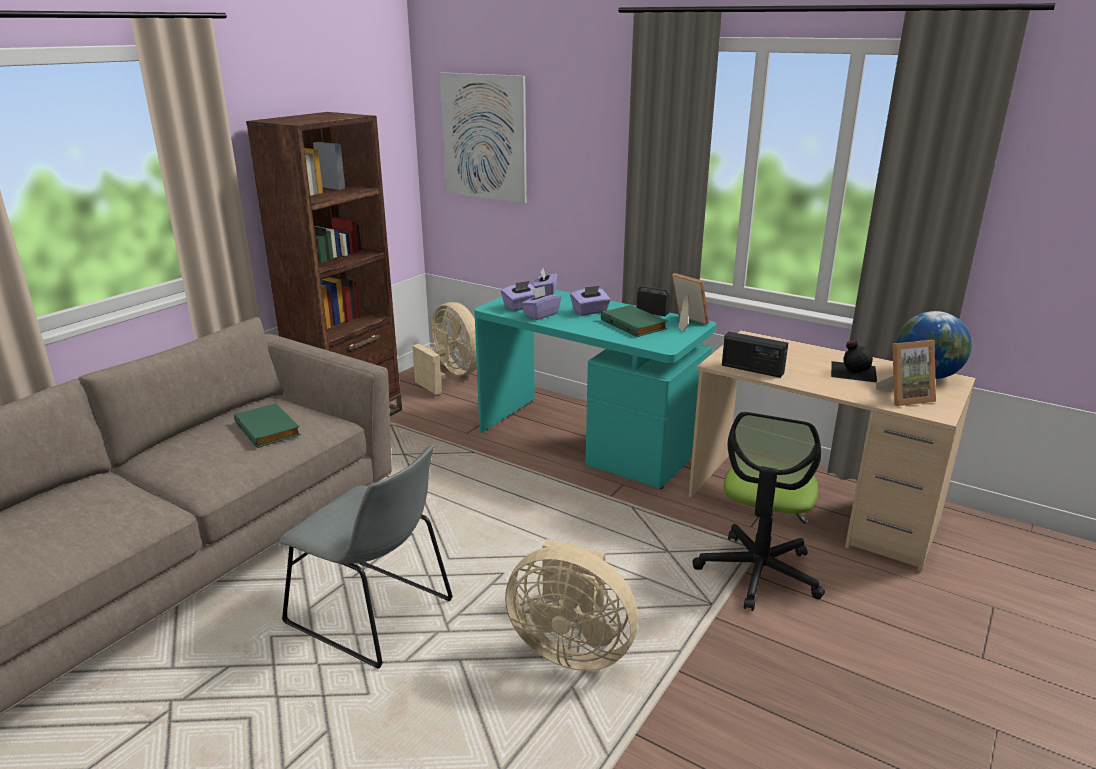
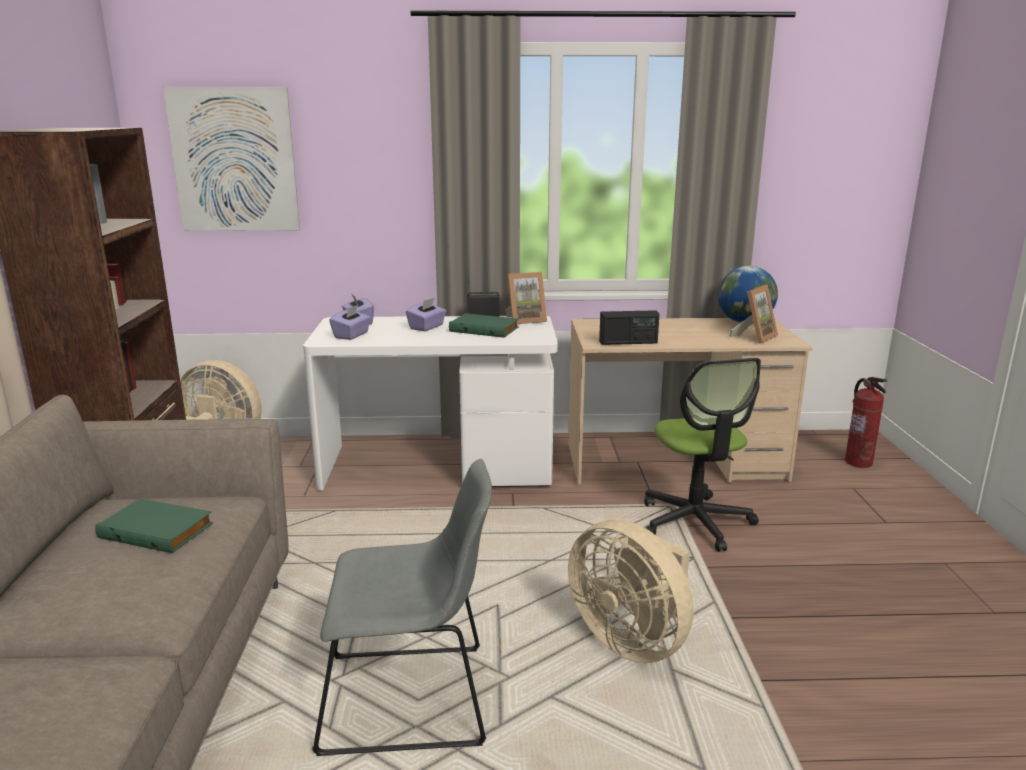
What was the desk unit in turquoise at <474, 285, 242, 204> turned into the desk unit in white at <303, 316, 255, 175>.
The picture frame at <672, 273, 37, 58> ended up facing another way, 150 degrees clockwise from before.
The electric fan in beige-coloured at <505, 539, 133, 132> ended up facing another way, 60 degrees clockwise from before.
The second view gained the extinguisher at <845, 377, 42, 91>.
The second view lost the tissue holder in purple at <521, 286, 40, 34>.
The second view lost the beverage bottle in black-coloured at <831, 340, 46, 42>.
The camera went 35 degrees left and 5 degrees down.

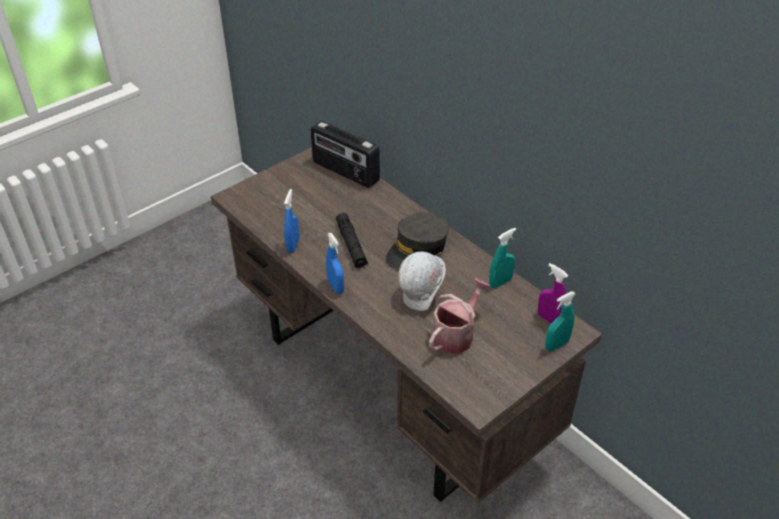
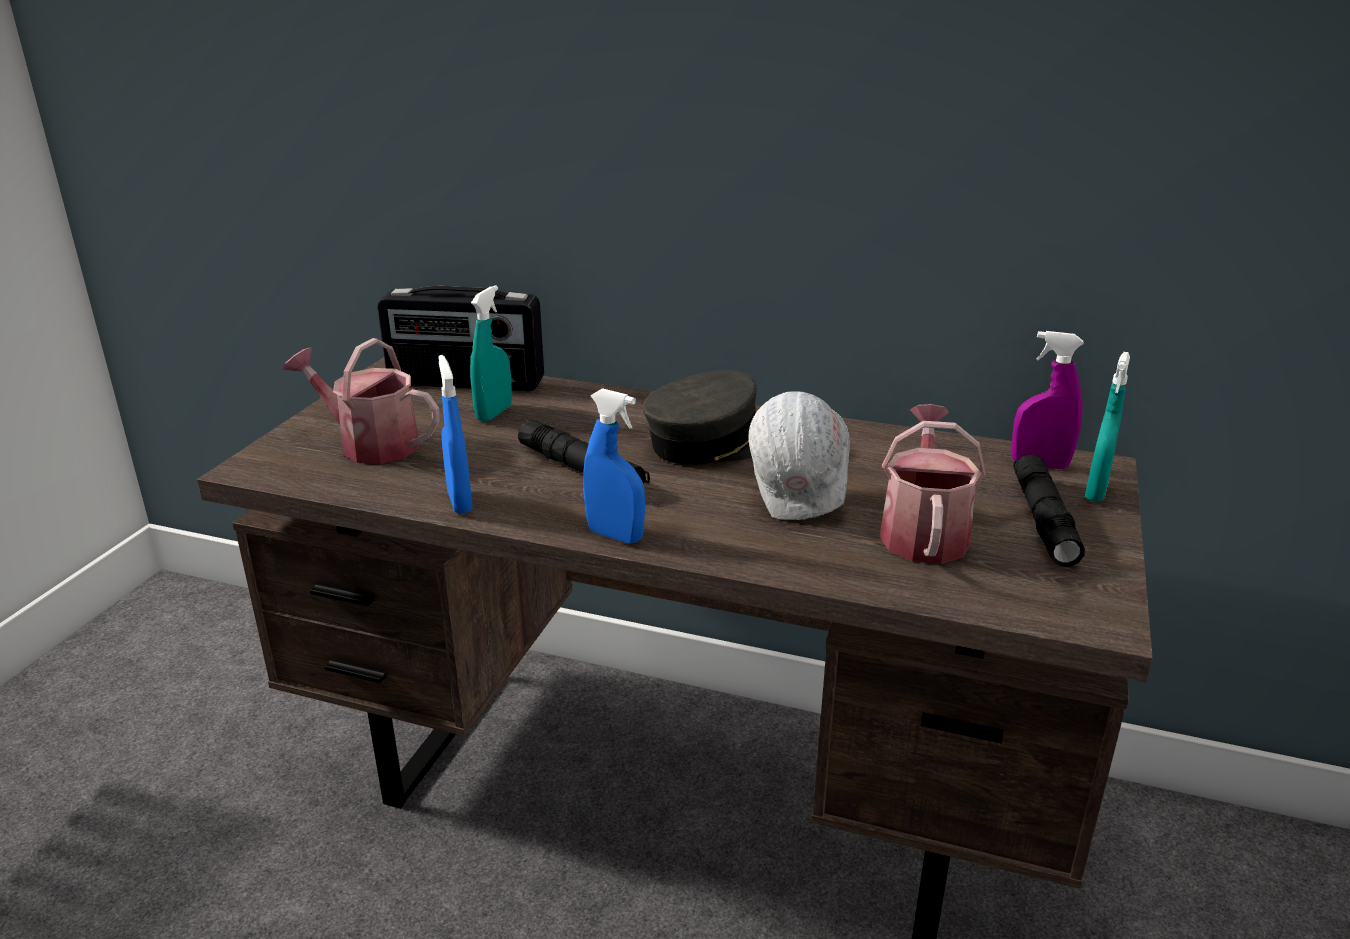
The second view gained the watering can at <283, 338, 157, 126>.
The spray bottle in turquoise ended up elsewhere, having gone from <489, 228, 27, 60> to <470, 285, 42, 137>.
The baseball cap in greyish at <386, 212, 63, 58> ended up facing another way, 135 degrees counterclockwise from before.
The second view gained the hand torch in black-coloured at <1013, 454, 72, 113>.
The camera went 30 degrees left and 15 degrees down.

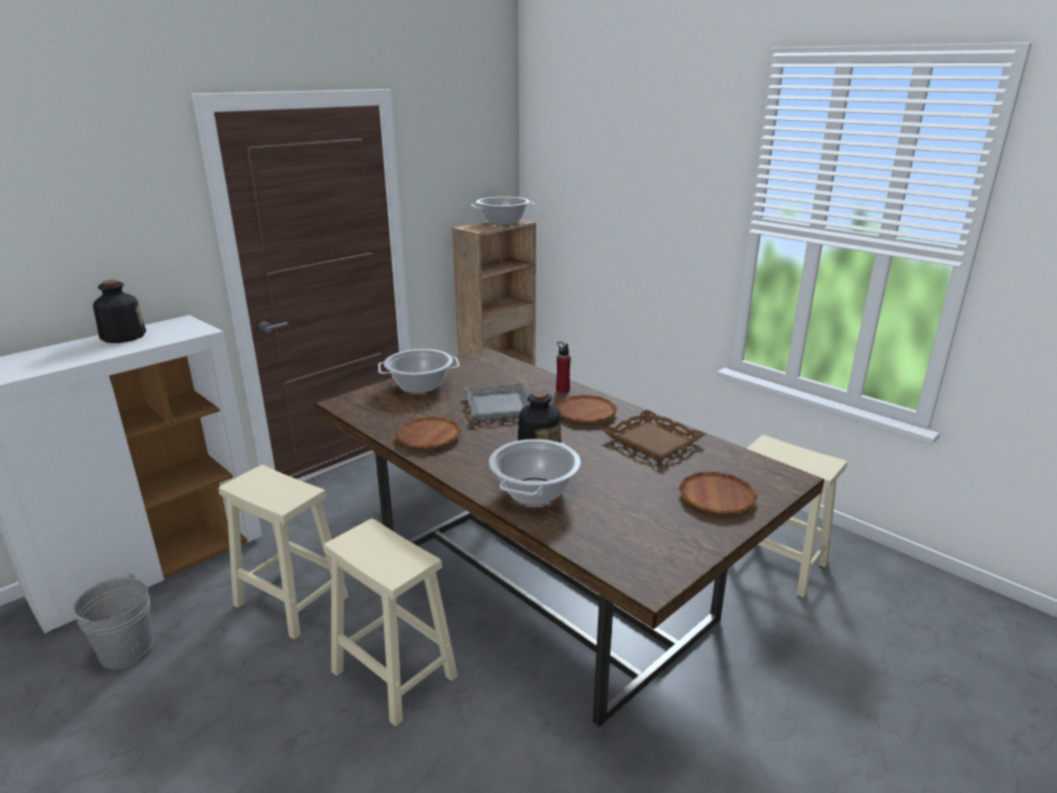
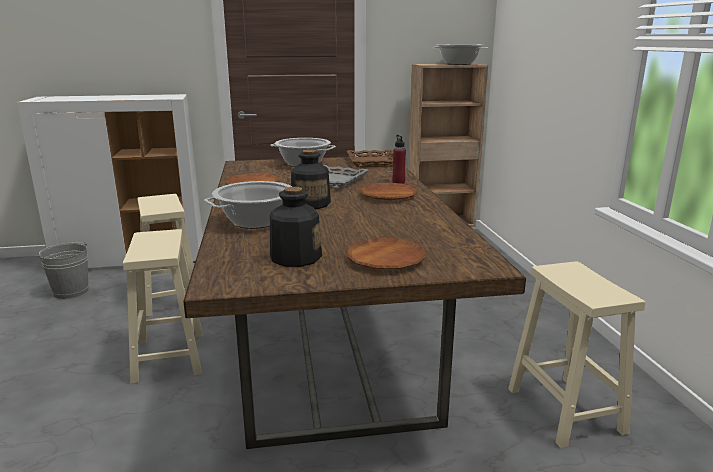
The beverage bottle ended up elsewhere, having gone from <93, 280, 53, 63> to <270, 187, 52, 80>.
The tray in brown ended up elsewhere, having gone from <603, 410, 103, 51> to <347, 149, 46, 18>.
The camera went 35 degrees right and 5 degrees down.

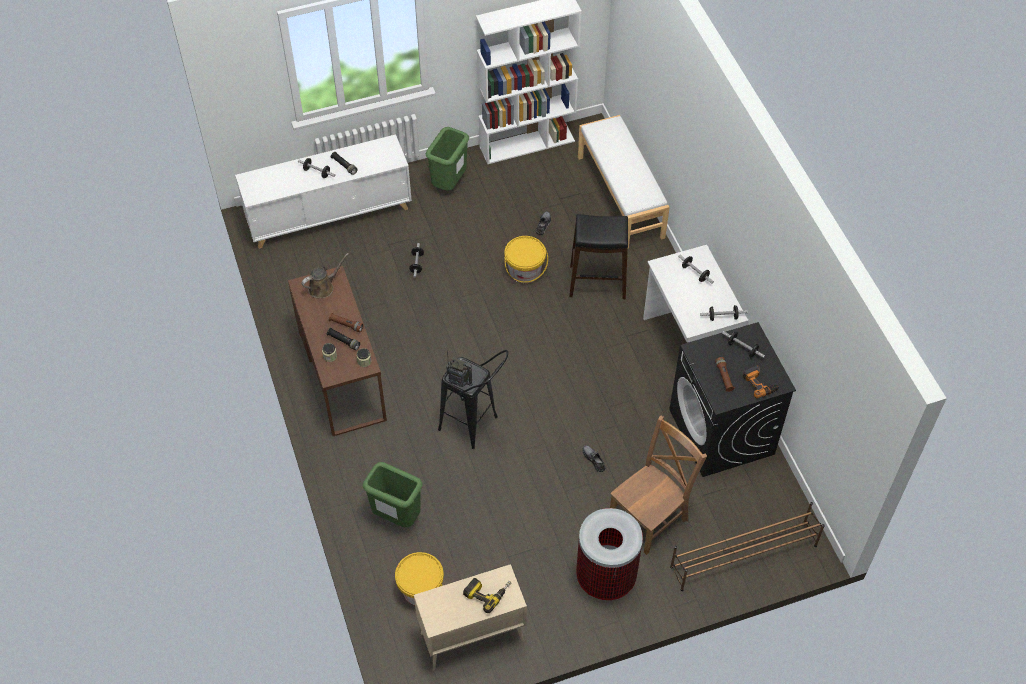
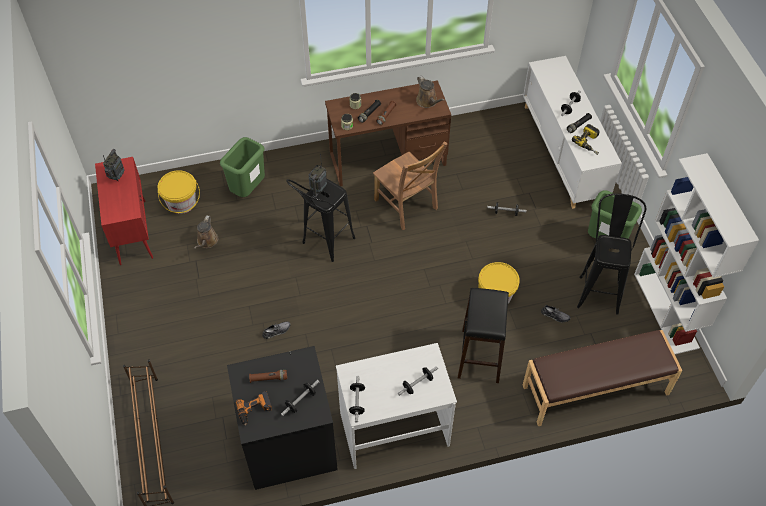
What was the cupboard in beige-coloured at <414, 564, 113, 107> turned into the cupboard in red at <95, 157, 58, 108>.
The second view gained the radio set at <103, 149, 21, 32>.
The second view gained the watering can in brown at <194, 215, 24, 34>.
The chair in brown ended up elsewhere, having gone from <610, 415, 97, 140> to <373, 142, 75, 88>.
What was the long seat in white at <578, 115, 92, 134> turned into the long seat in brown at <523, 330, 159, 96>.
The electric drill ended up elsewhere, having gone from <463, 578, 48, 35> to <572, 124, 28, 31>.
The second view gained the stool in black-coloured at <577, 193, 69, 122>.
The second view lost the rubbish bin at <576, 508, 67, 92>.
The camera went 95 degrees right and 0 degrees up.

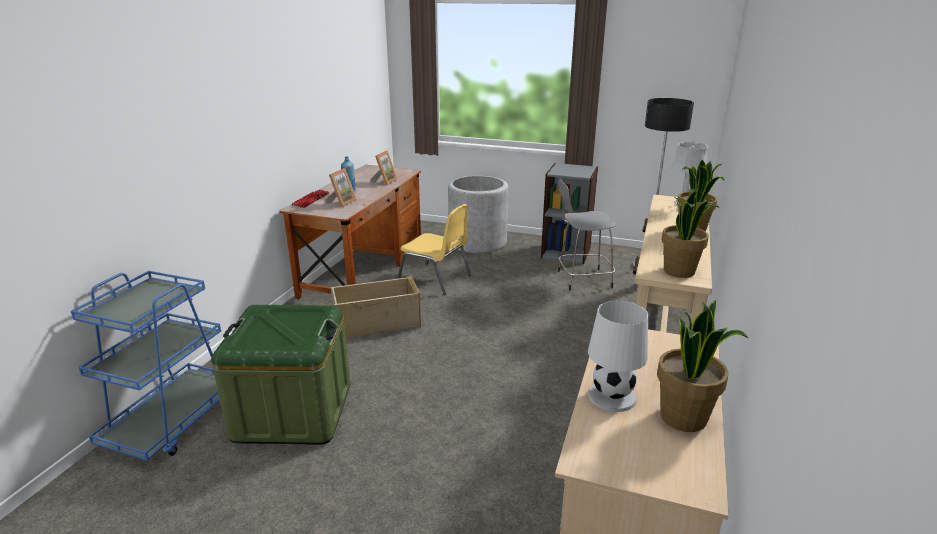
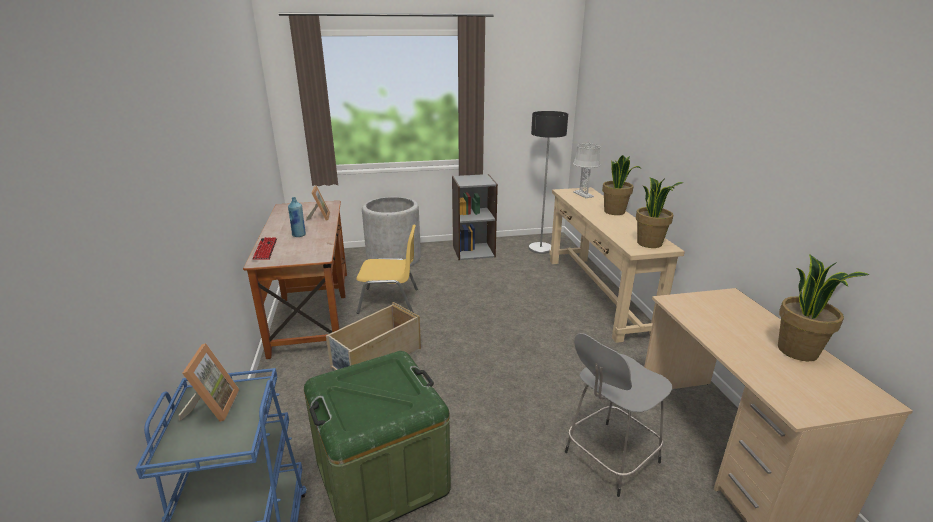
The picture frame ended up elsewhere, having gone from <325, 168, 32, 39> to <178, 343, 62, 79>.
The stool in greyish ended up elsewhere, having gone from <558, 179, 59, 112> to <565, 333, 107, 164>.
The second view lost the tabletop lamp in white at <588, 300, 60, 112>.
The camera went 30 degrees left and 0 degrees up.

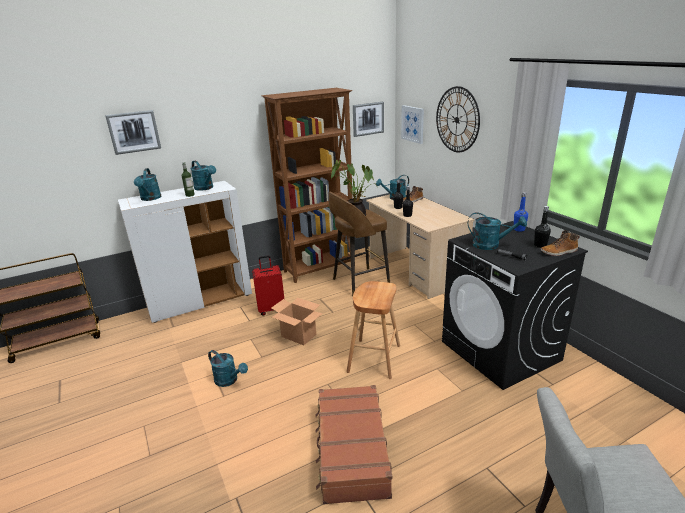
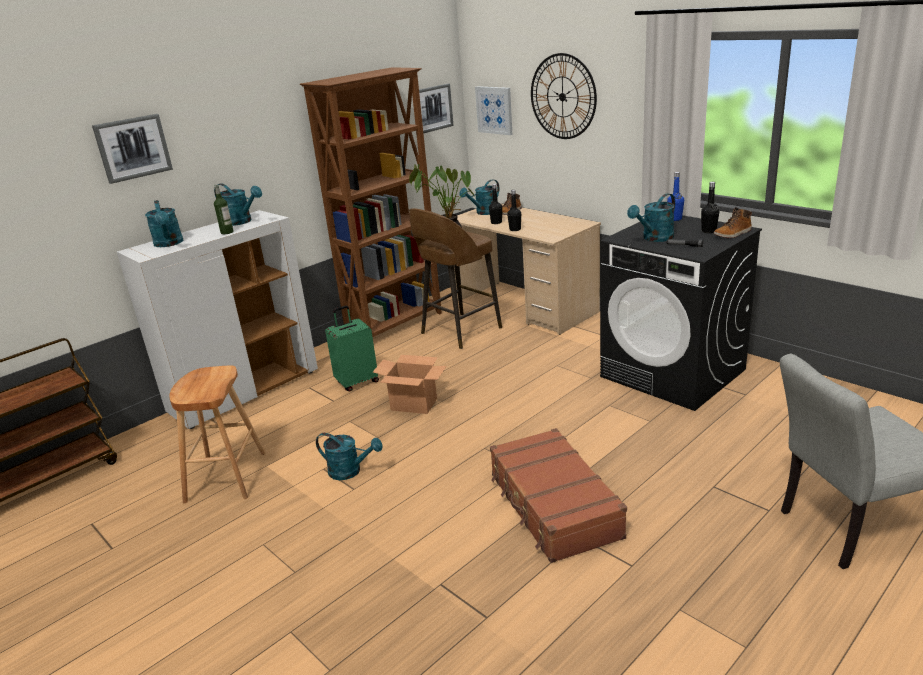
The stool in brown ended up elsewhere, having gone from <347, 281, 53, 98> to <170, 365, 96, 139>.
What was the suitcase in red at <252, 256, 33, 60> turned into the suitcase in greenish at <325, 306, 54, 85>.
The watering can in turquoise at <468, 212, 59, 38> ended up facing another way, 135 degrees clockwise from before.
The camera went 15 degrees left and 0 degrees up.

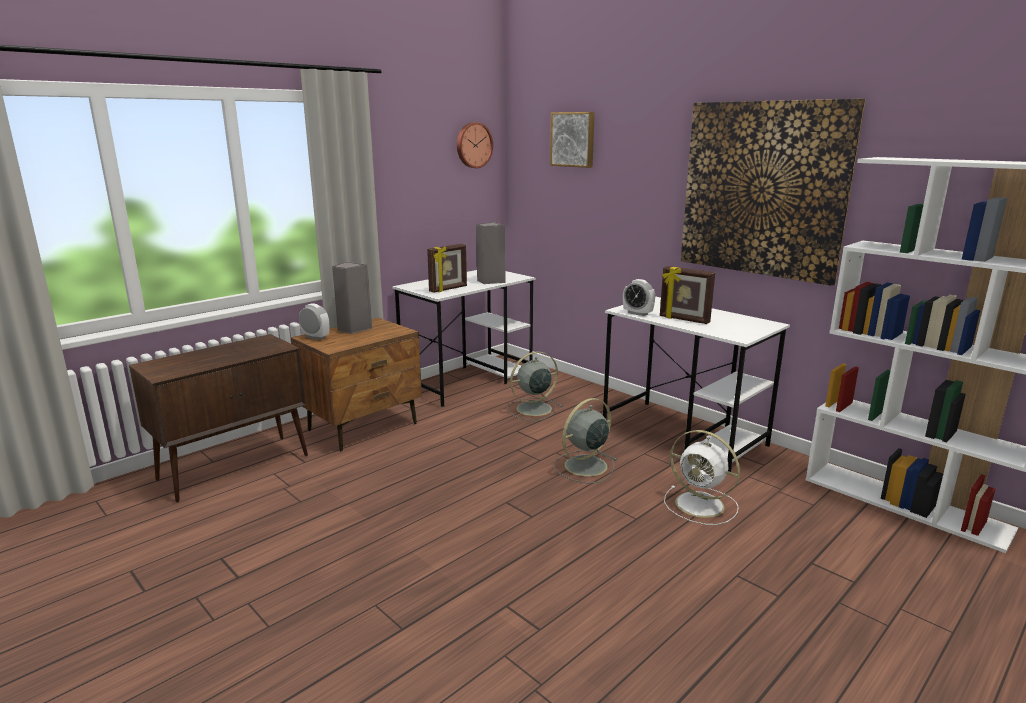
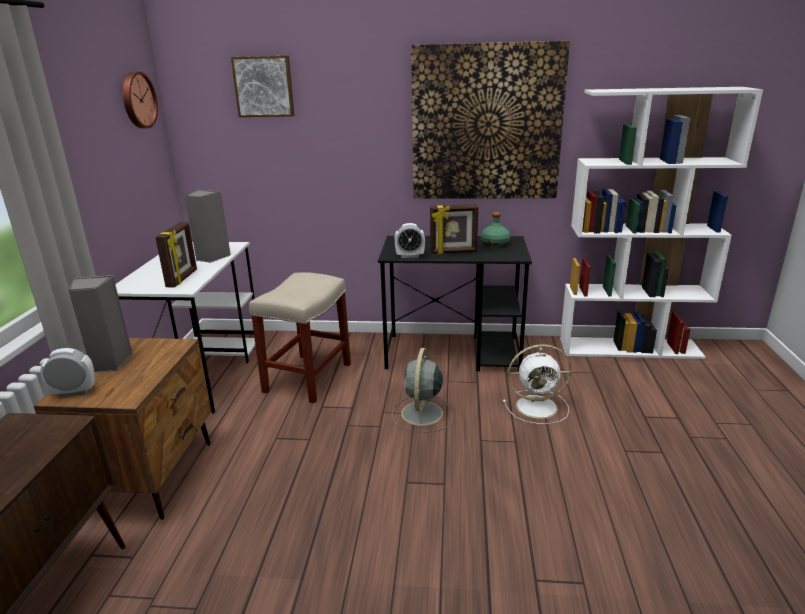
Where the electric fan in greyish stood at <507, 351, 56, 70>, the stool in beige-coloured came to stand at <249, 272, 102, 131>.
What was the desk unit in white at <603, 296, 187, 176> turned into the desk unit in black-coloured at <378, 236, 154, 136>.
The second view gained the beverage bottle in greenish at <481, 212, 29, 35>.
The camera went 40 degrees left and 5 degrees up.

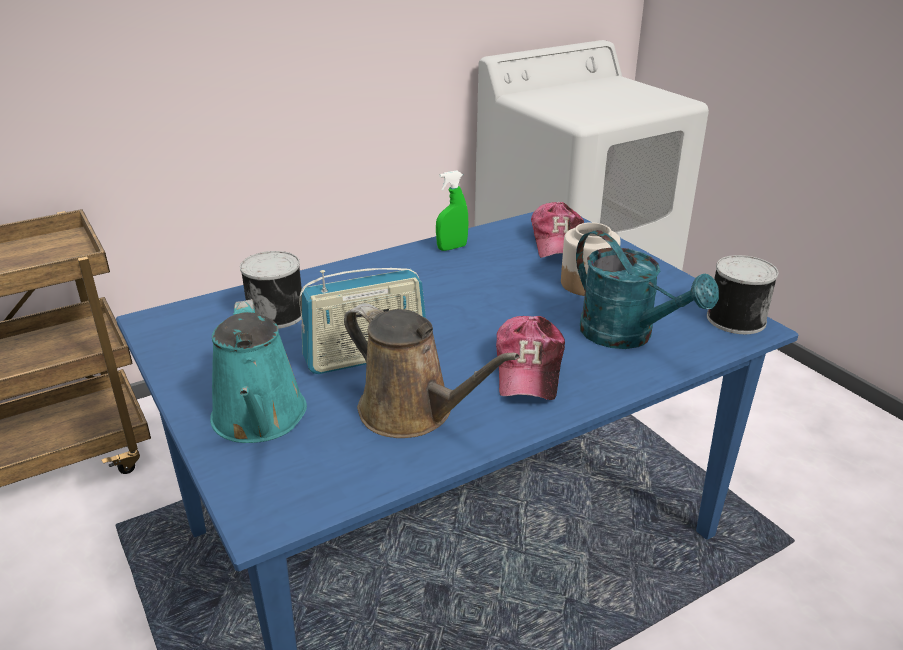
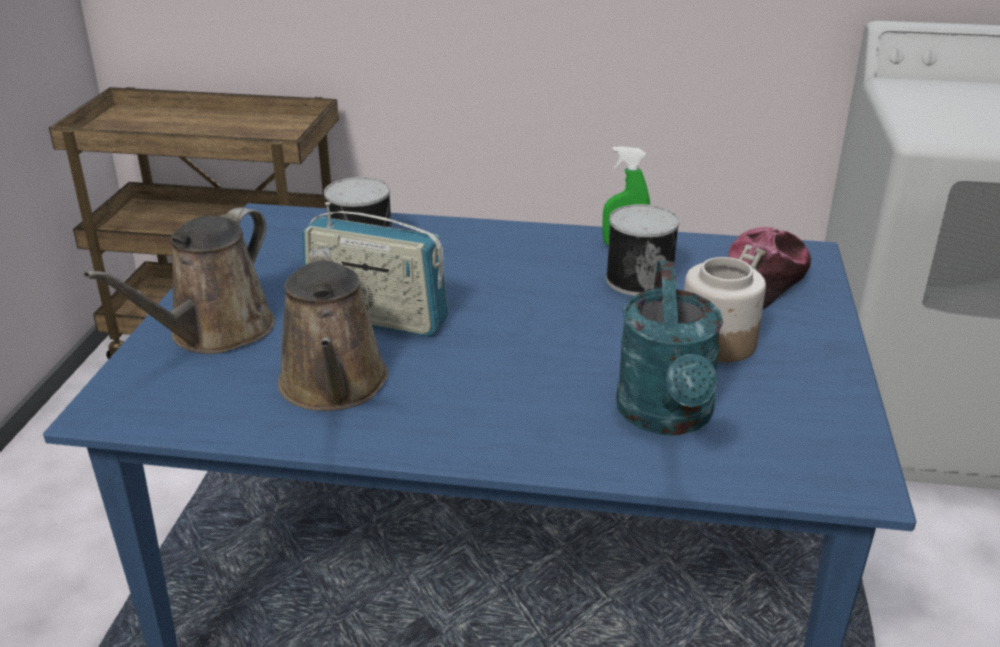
What was the watering can in turquoise at <210, 299, 97, 144> turned into the watering can in brown at <84, 208, 191, 146>.
The metal can ended up elsewhere, having gone from <707, 255, 71, 79> to <606, 204, 74, 92>.
The second view lost the baseball cap at <496, 316, 69, 84>.
The camera went 40 degrees right and 0 degrees up.

